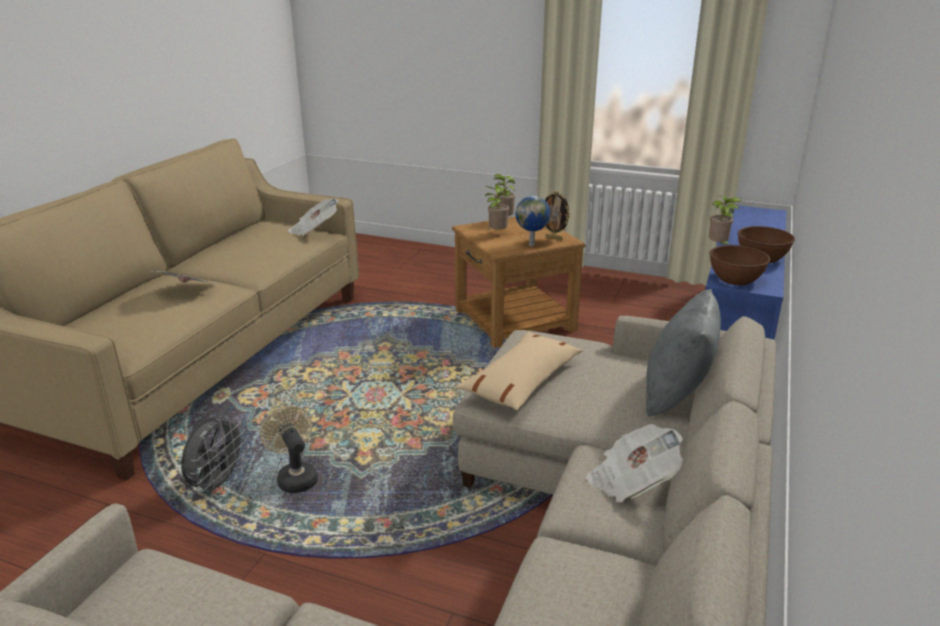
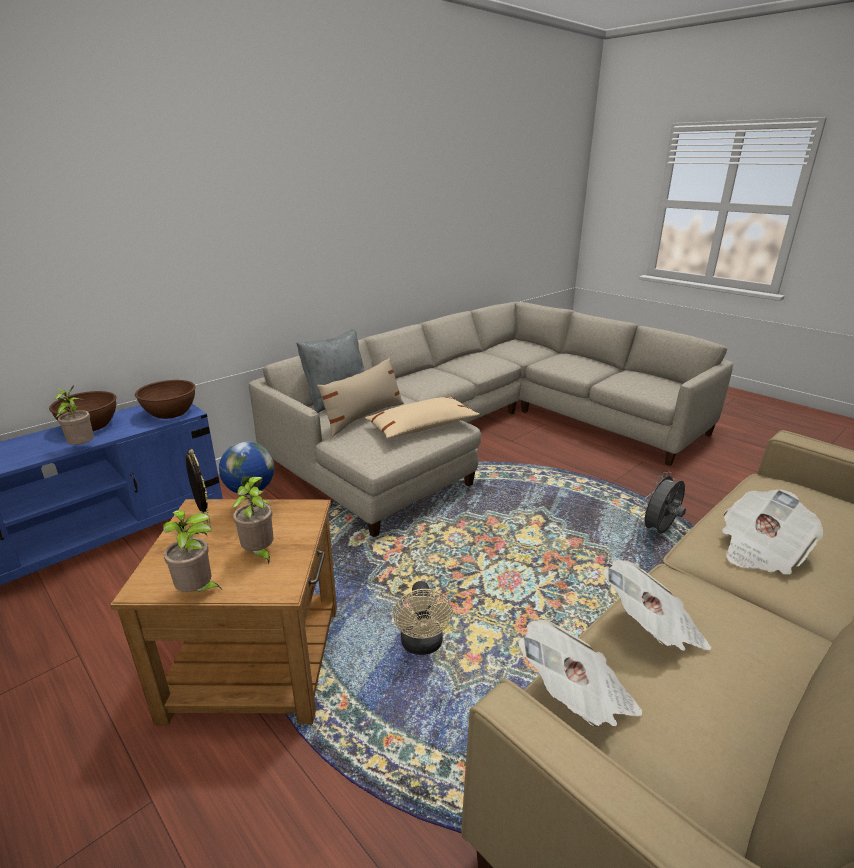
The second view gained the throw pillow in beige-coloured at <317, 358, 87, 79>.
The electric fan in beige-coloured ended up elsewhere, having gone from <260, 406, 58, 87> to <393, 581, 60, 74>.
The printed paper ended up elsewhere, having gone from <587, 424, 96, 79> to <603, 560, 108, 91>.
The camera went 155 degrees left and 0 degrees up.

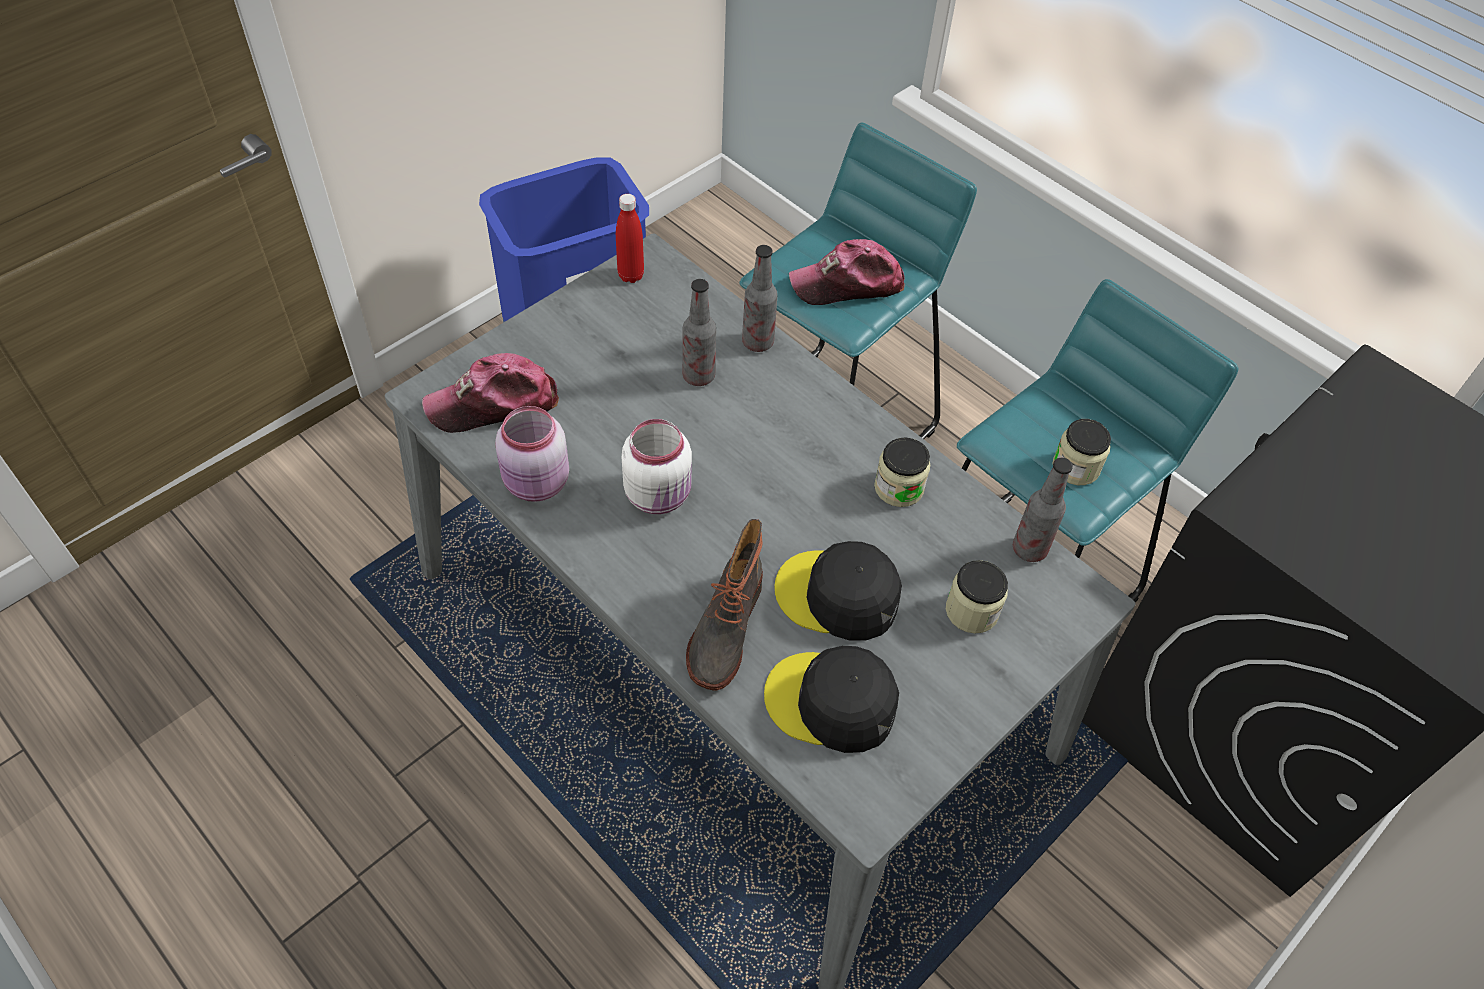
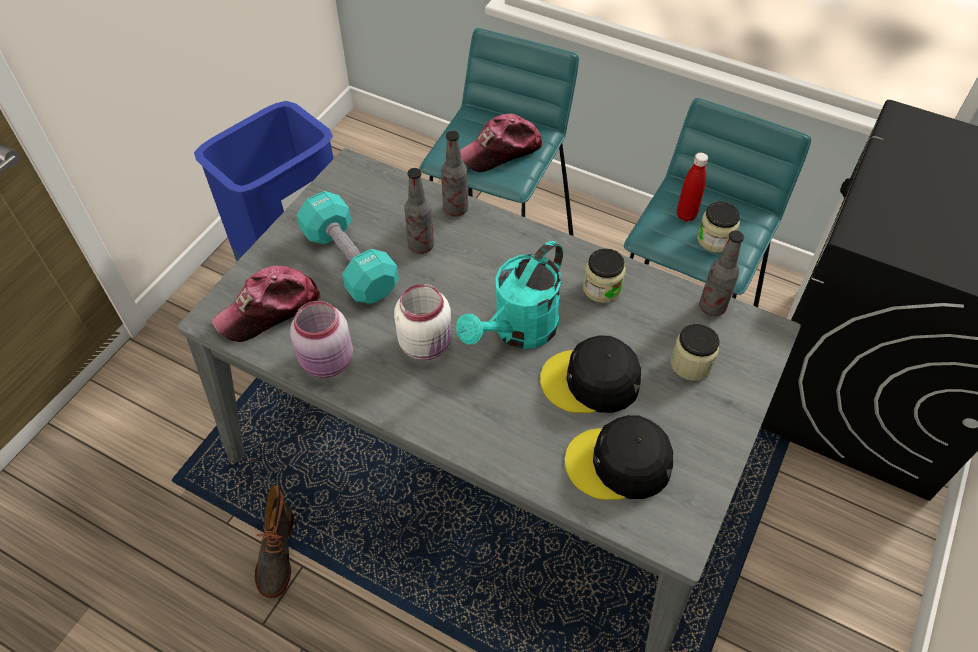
The high-top boot ended up elsewhere, having gone from <686, 519, 77, 172> to <255, 485, 39, 113>.
The second view gained the free weight in turquoise at <297, 191, 102, 113>.
The second view gained the watering can in turquoise at <456, 241, 107, 108>.
The beverage bottle in red ended up elsewhere, having gone from <616, 194, 28, 89> to <677, 153, 31, 69>.
The camera went 15 degrees left and 0 degrees up.

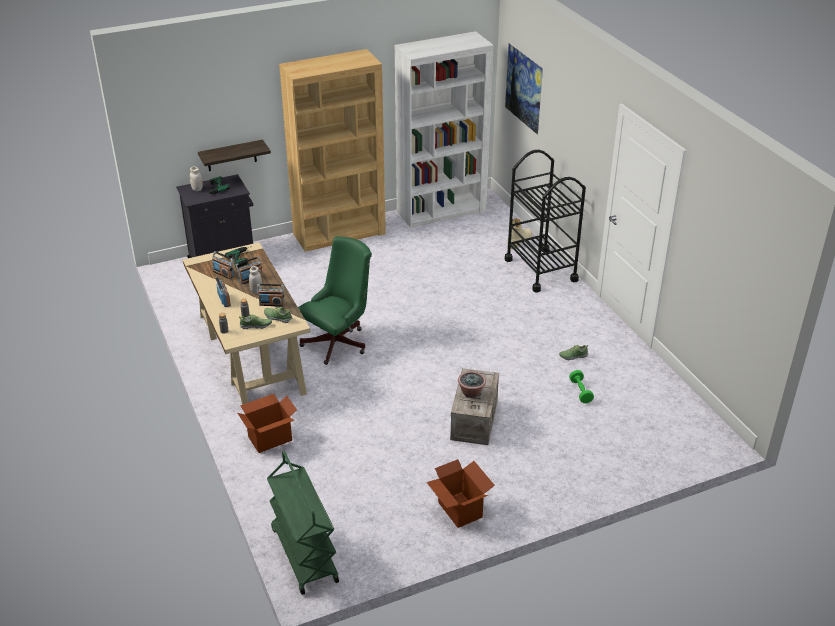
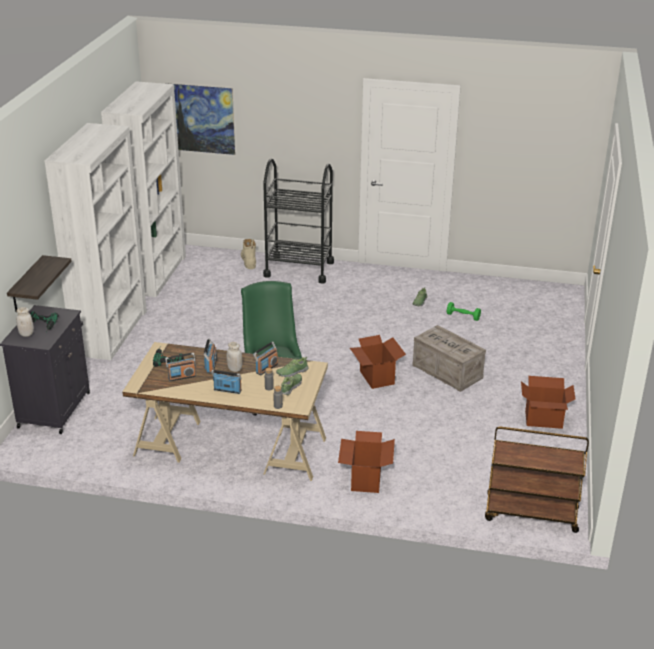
What was the bookcase in brown at <279, 49, 107, 203> turned into the bookcase in white at <45, 123, 102, 237>.
The second view gained the packing box at <350, 335, 56, 54>.
What was the trolley in greenish at <267, 451, 72, 144> turned into the trolley in brown at <485, 427, 104, 106>.
The second view lost the houseplant at <458, 371, 28, 27>.
The camera went 55 degrees left and 5 degrees down.

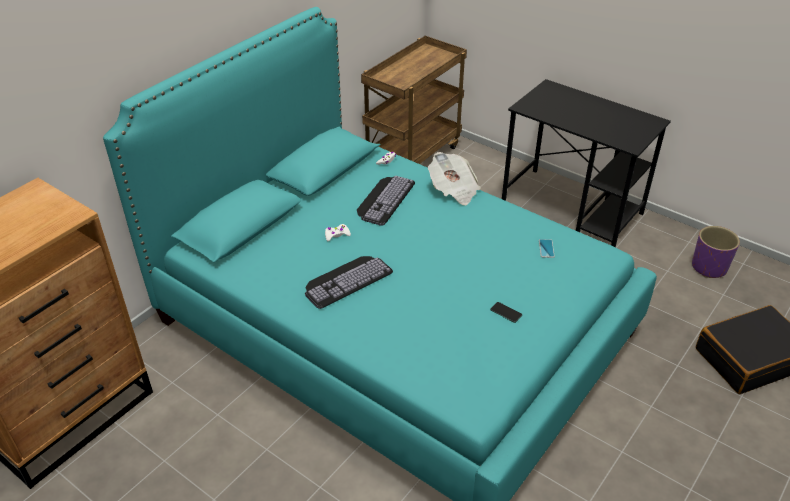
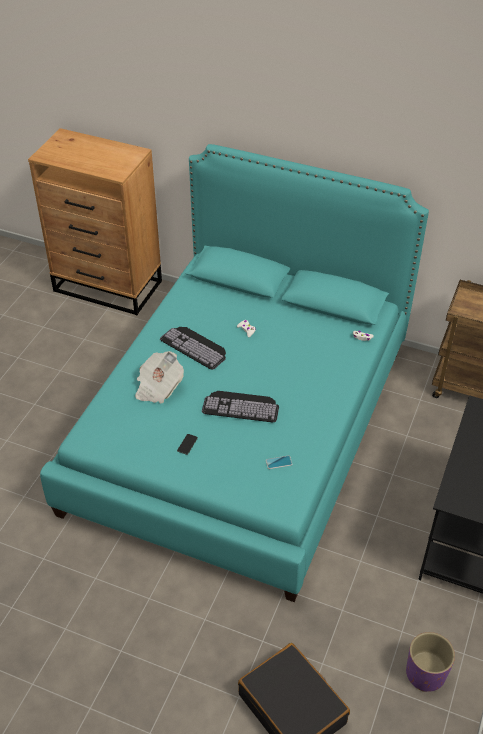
The printed paper ended up elsewhere, having gone from <428, 152, 53, 53> to <135, 351, 49, 53>.
The keyboard ended up elsewhere, having gone from <357, 176, 58, 49> to <202, 391, 77, 31>.
The camera went 75 degrees right and 5 degrees up.

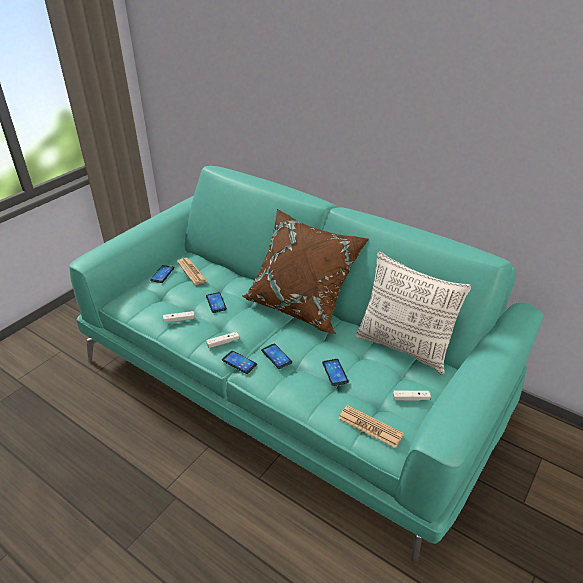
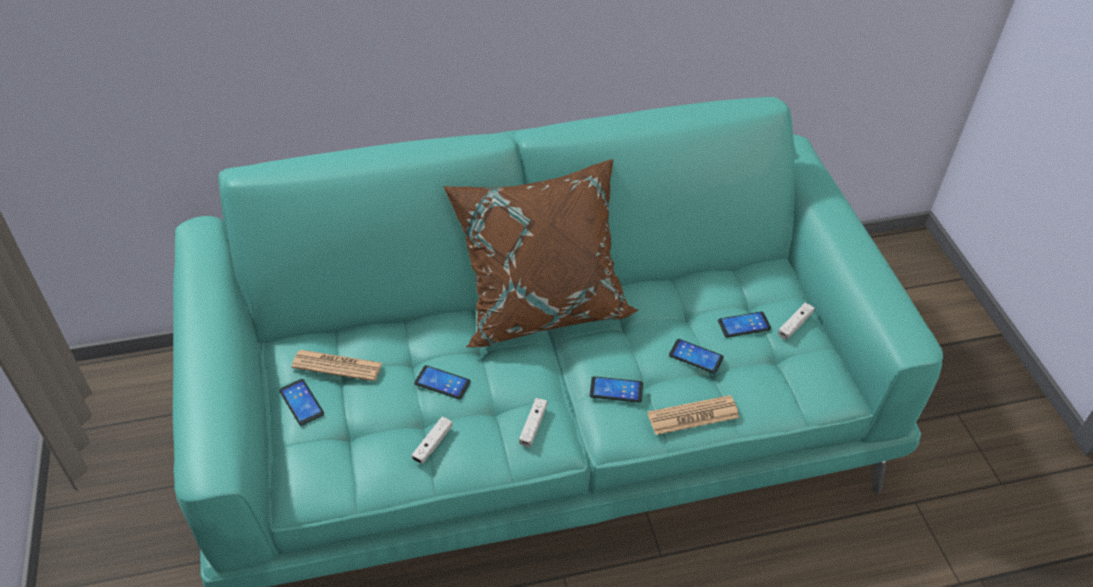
The printed paper ended up elsewhere, having gone from <338, 405, 66, 43> to <647, 395, 92, 40>.
The handset ended up elsewhere, having gone from <222, 351, 35, 23> to <718, 312, 53, 26>.
The second view lost the throw pillow at <355, 252, 117, 123>.
The camera went 50 degrees left and 10 degrees up.

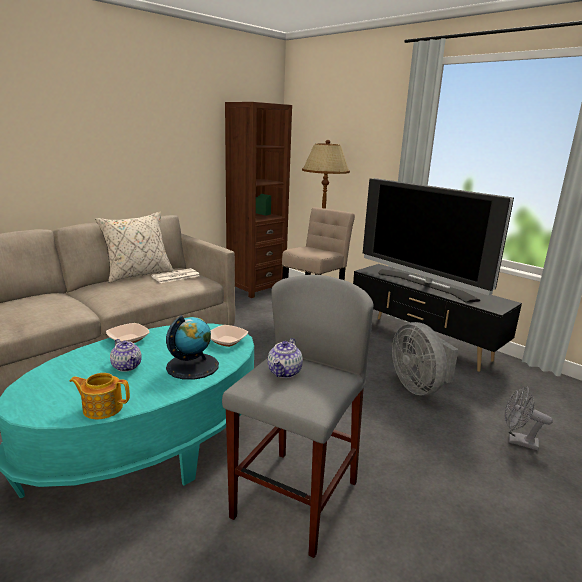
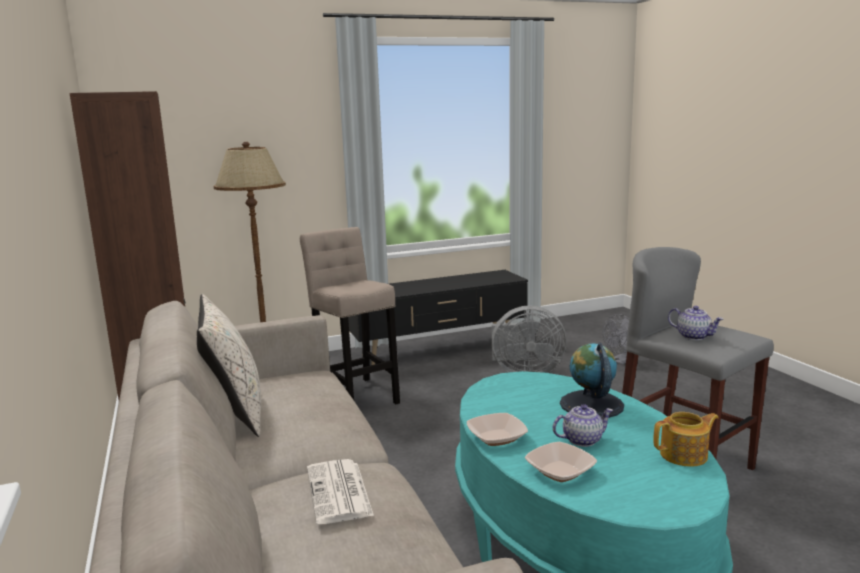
The printed paper ended up elsewhere, having gone from <151, 268, 49, 15> to <307, 459, 67, 65>.
The serving bowl ended up elsewhere, having gone from <210, 325, 38, 22> to <525, 442, 72, 40>.
The teapot at <70, 373, 60, 46> ended up facing another way, 135 degrees counterclockwise from before.
The second view lost the TV set at <363, 178, 151, 125>.
The camera went 65 degrees left and 5 degrees down.

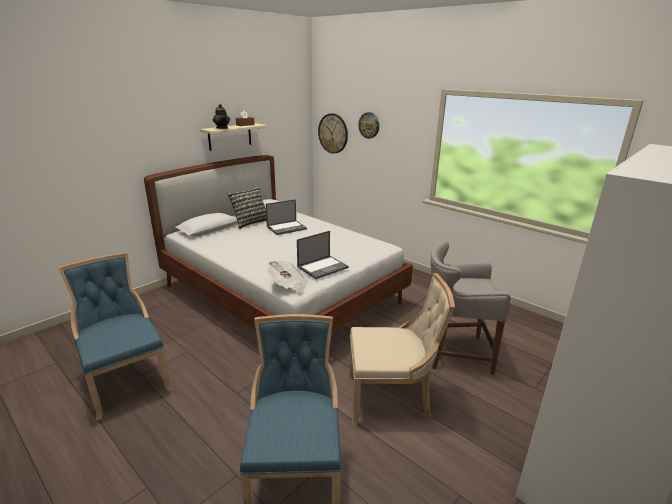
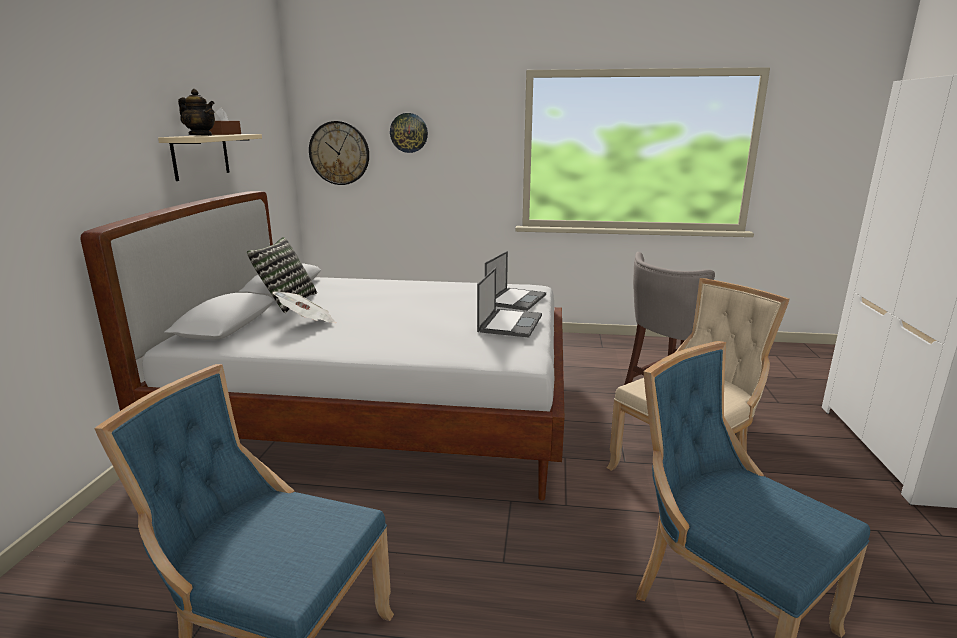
The printed paper ended up elsewhere, having gone from <268, 261, 39, 32> to <273, 292, 63, 31>.
The portable computer ended up elsewhere, having gone from <266, 199, 41, 36> to <485, 251, 61, 60>.
The camera went 35 degrees left and 5 degrees down.

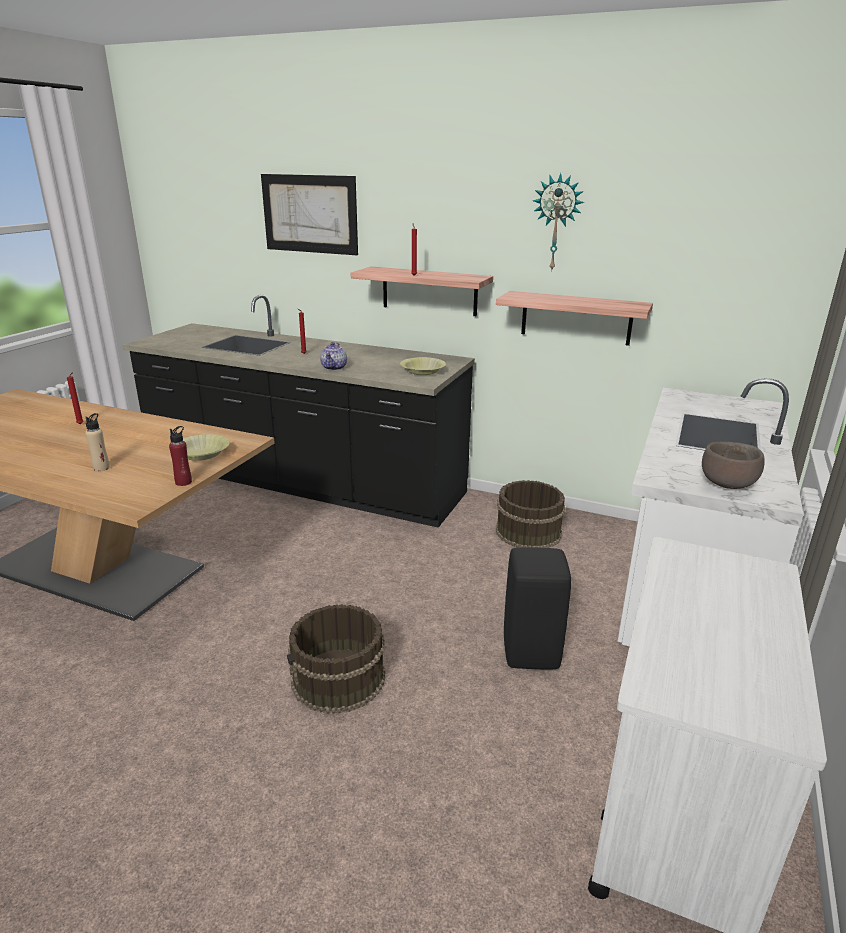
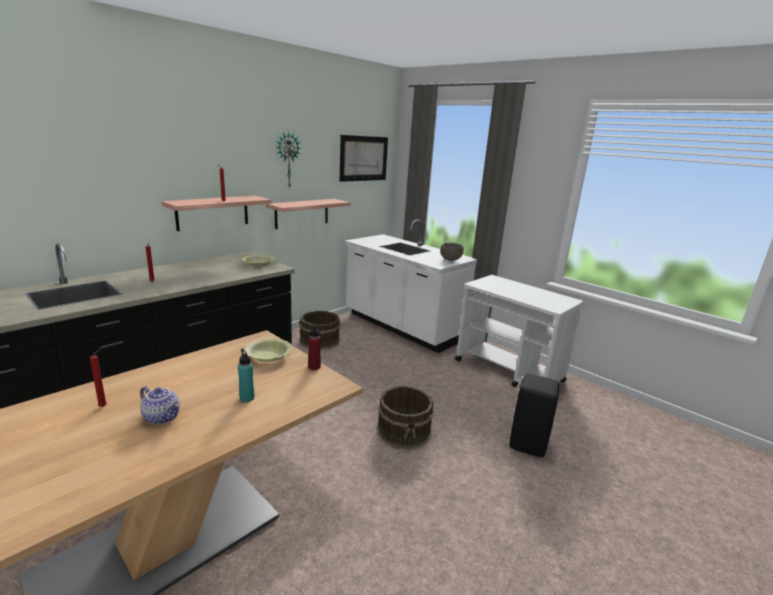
The teapot ended up elsewhere, having gone from <320, 342, 27, 29> to <140, 387, 40, 38>.
What was the beverage bottle in beige-coloured at <85, 413, 25, 58> turned into the beverage bottle in turquoise at <238, 349, 16, 53>.
The wall picture ended up elsewhere, having gone from <261, 174, 97, 81> to <340, 135, 48, 47>.
The stool in black-coloured ended up elsewhere, having gone from <504, 547, 67, 122> to <510, 373, 49, 84>.
The camera went 70 degrees left and 5 degrees down.

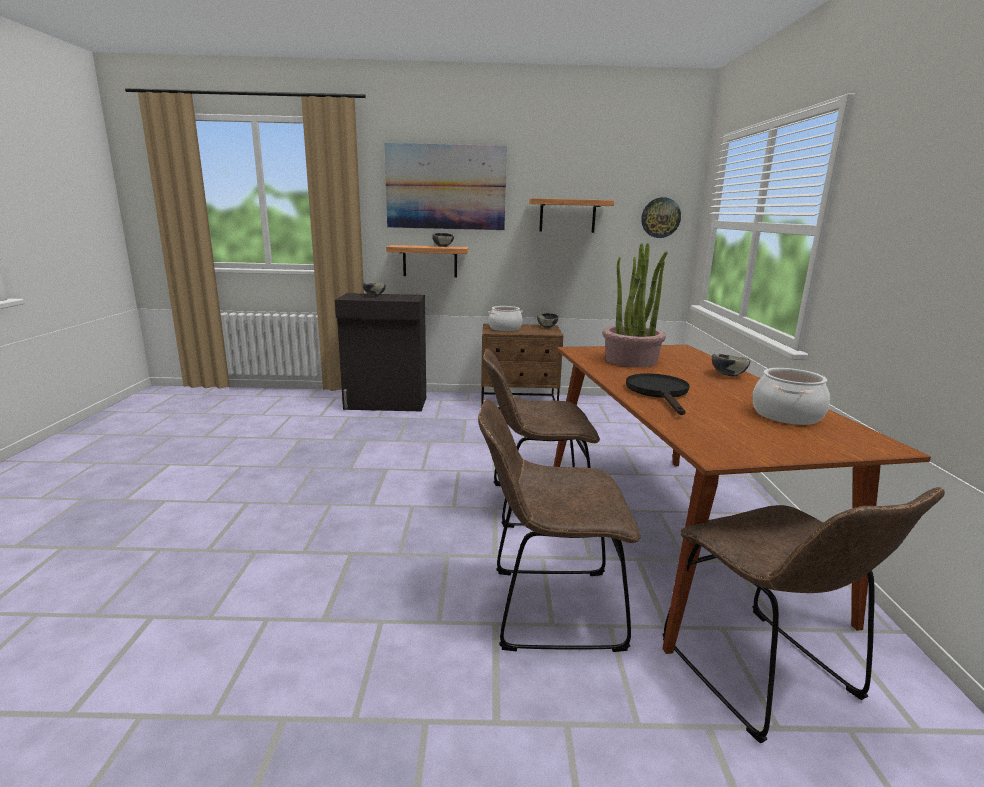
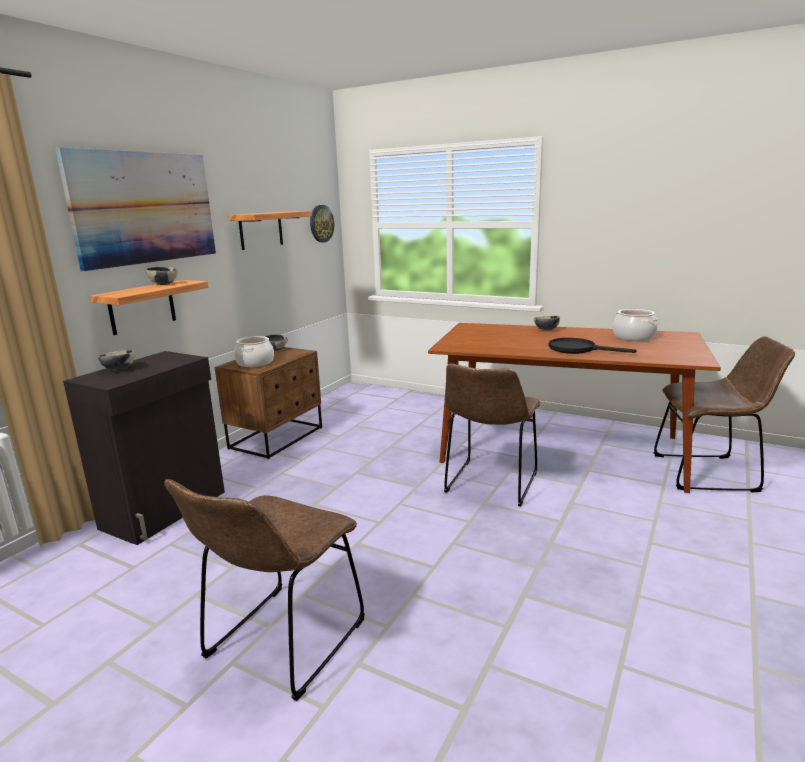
The chair in brown ended up elsewhere, having gone from <478, 399, 163, 253> to <164, 479, 201, 222>.
The second view lost the houseplant at <602, 243, 66, 124>.
The camera went 60 degrees left and 0 degrees up.

